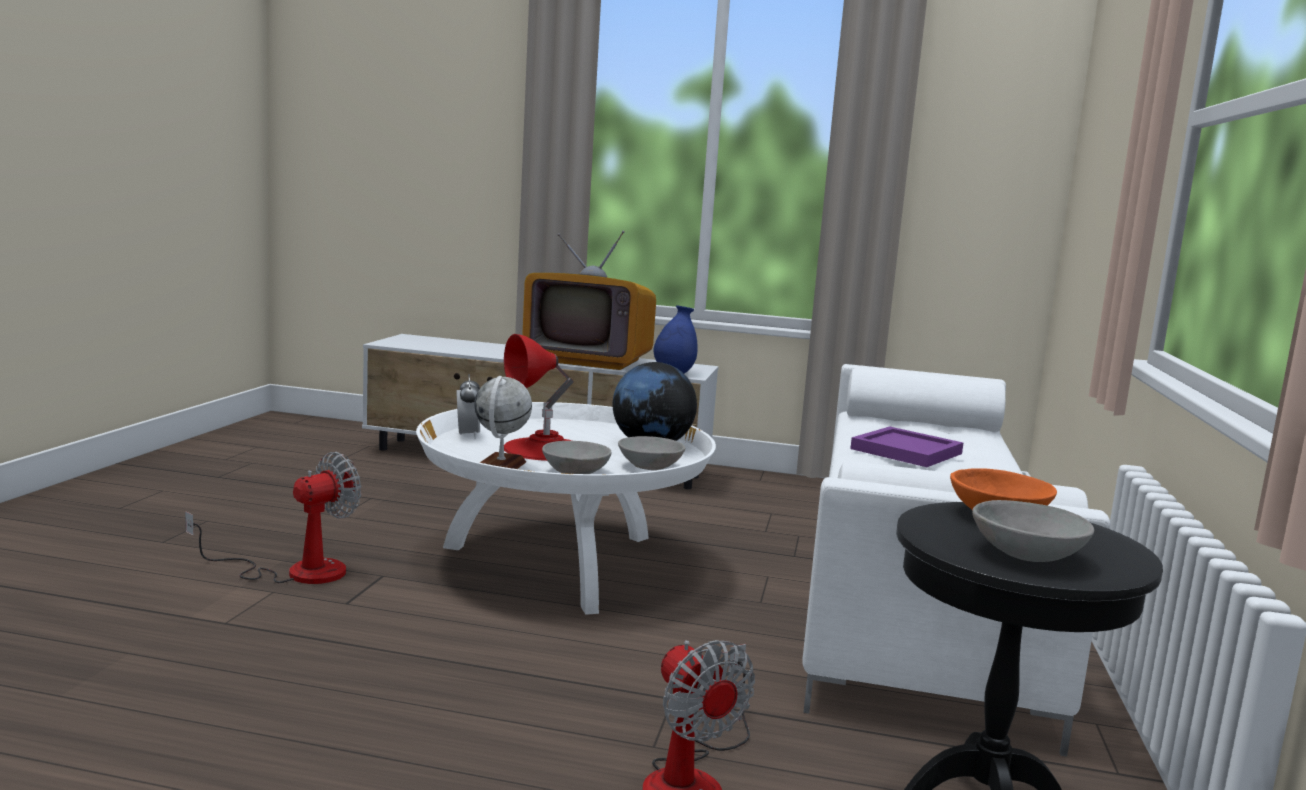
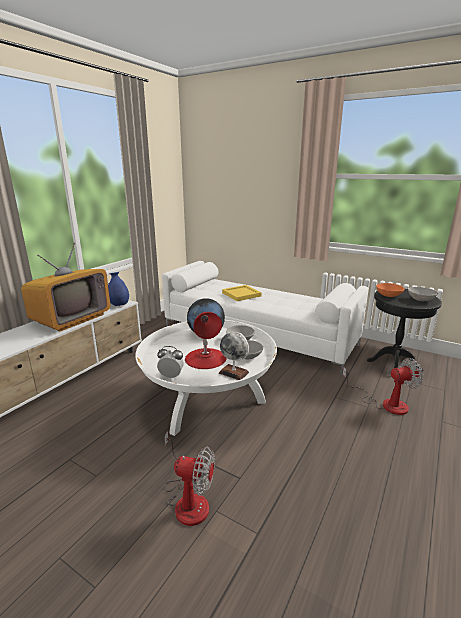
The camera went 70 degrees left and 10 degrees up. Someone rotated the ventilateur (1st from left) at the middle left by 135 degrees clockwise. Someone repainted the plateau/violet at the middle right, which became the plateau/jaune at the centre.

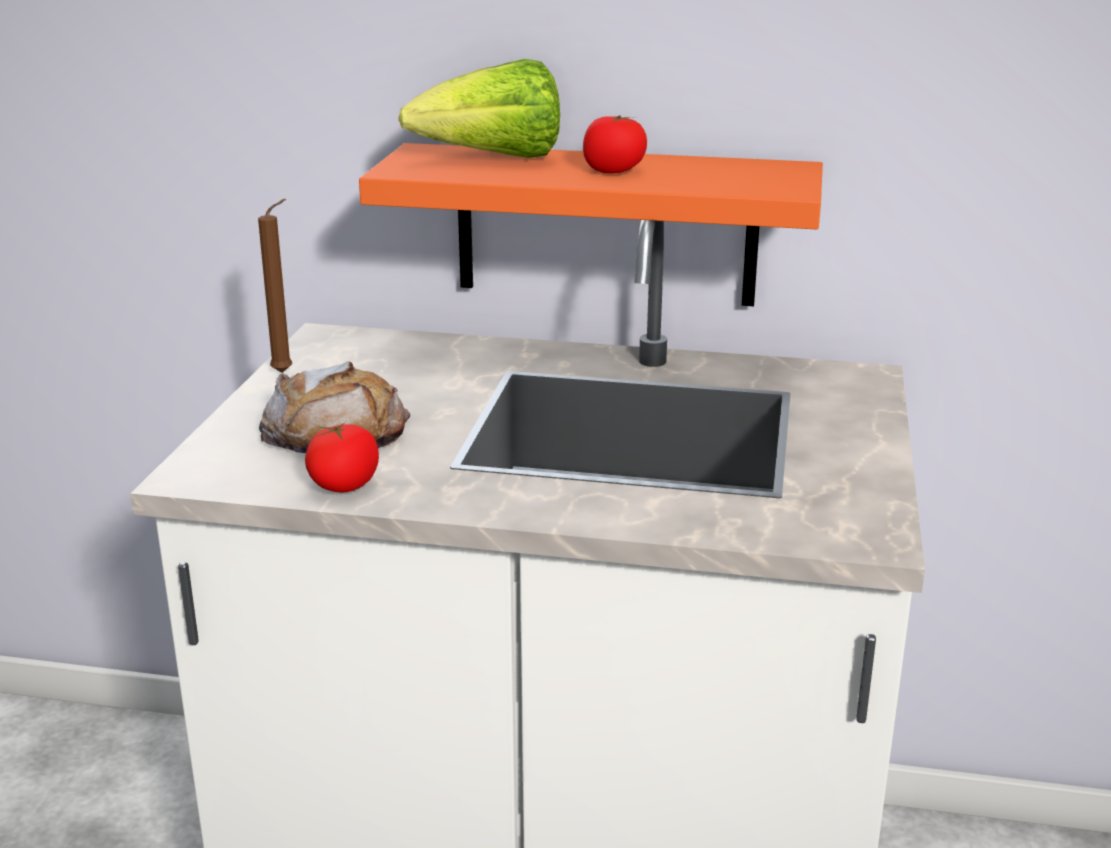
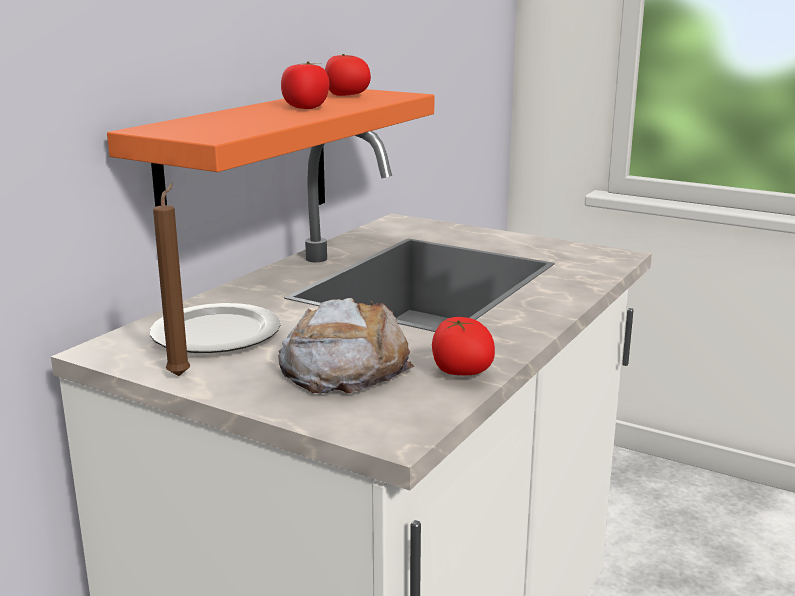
The camera went 70 degrees left and 5 degrees down. Someone put down the assiette at the middle left. Someone put down the tomate (2nd from left) at the top centre. Someone took away the laitue at the top centre.

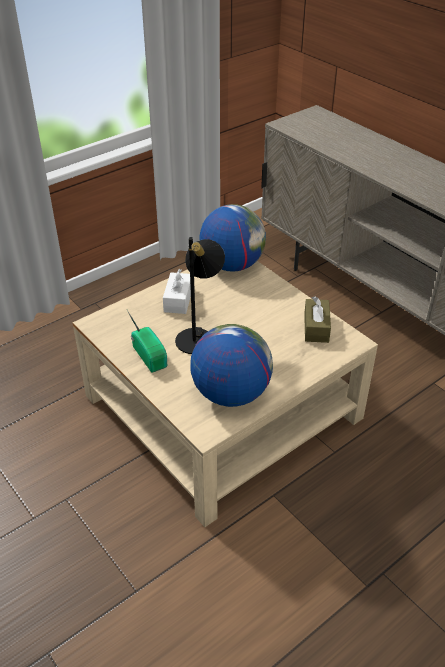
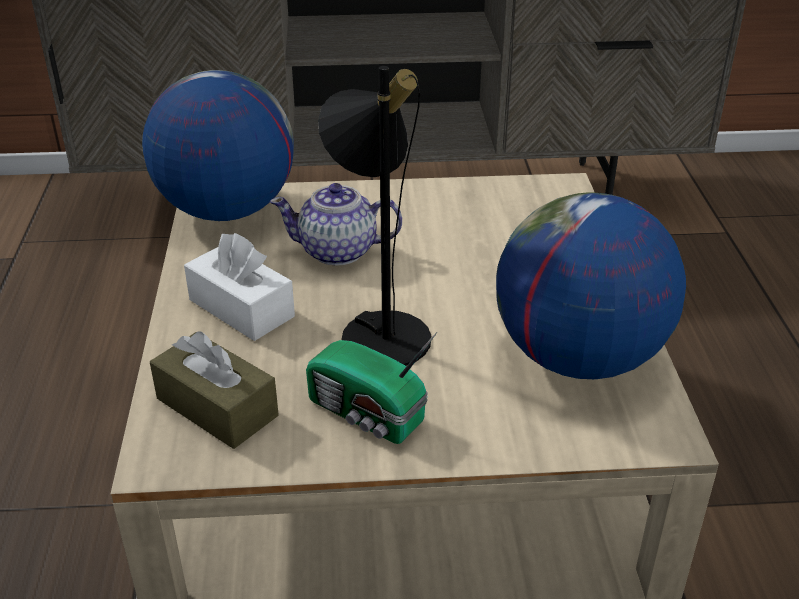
The camera went 55 degrees left and 5 degrees down. Someone carried the boîte à mouchoirs/marron from the middle right to the middle left. Someone put down the théière at the centre. Someone rotated the radio at the middle left by 150 degrees counterclockwise.

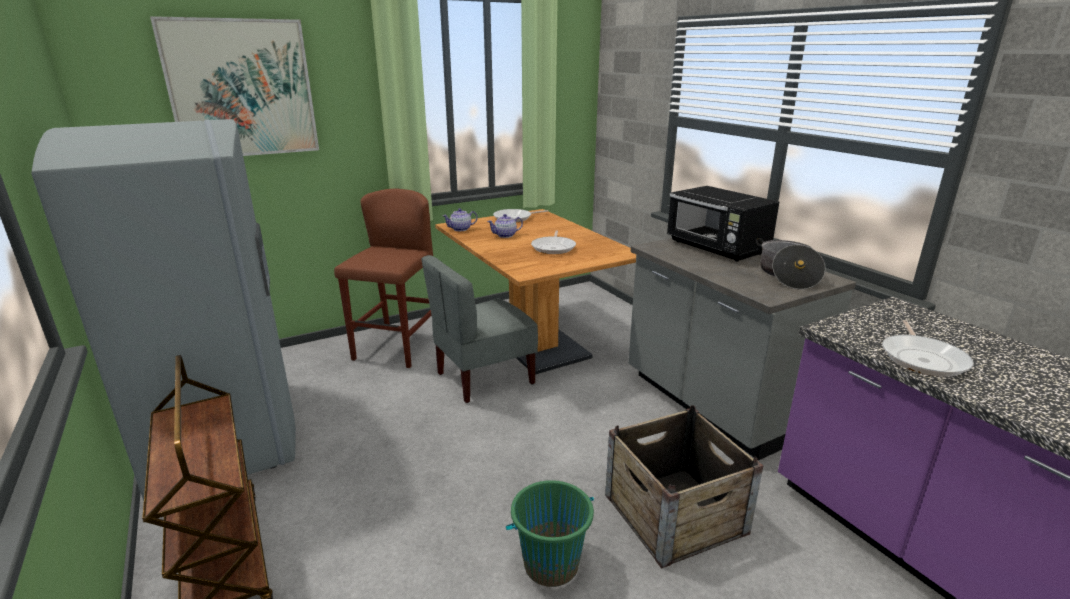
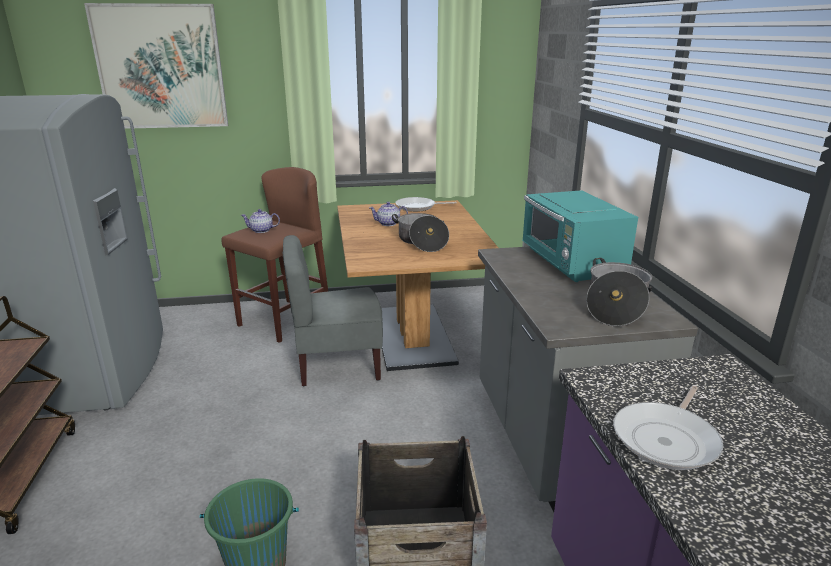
The camera went 20 degrees right and 0 degrees up. Someone carried the théière (1st from left) from the centre to the middle left. Someone swapped the poêle (2nd from left) at the centre for the marmite (1st from left) at the centre. Someone repainted the micro-ondes/noir at the middle right, which became the micro-ondes/turquoise at the middle right.

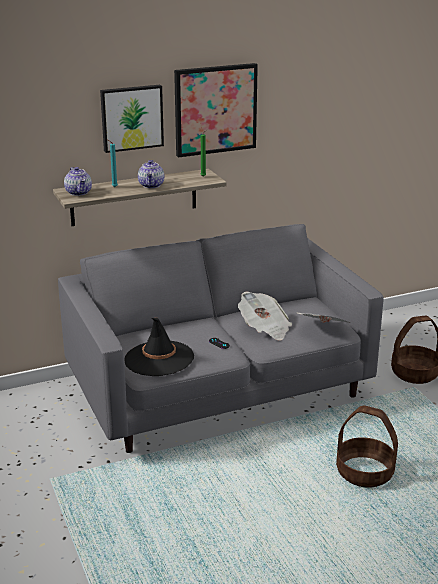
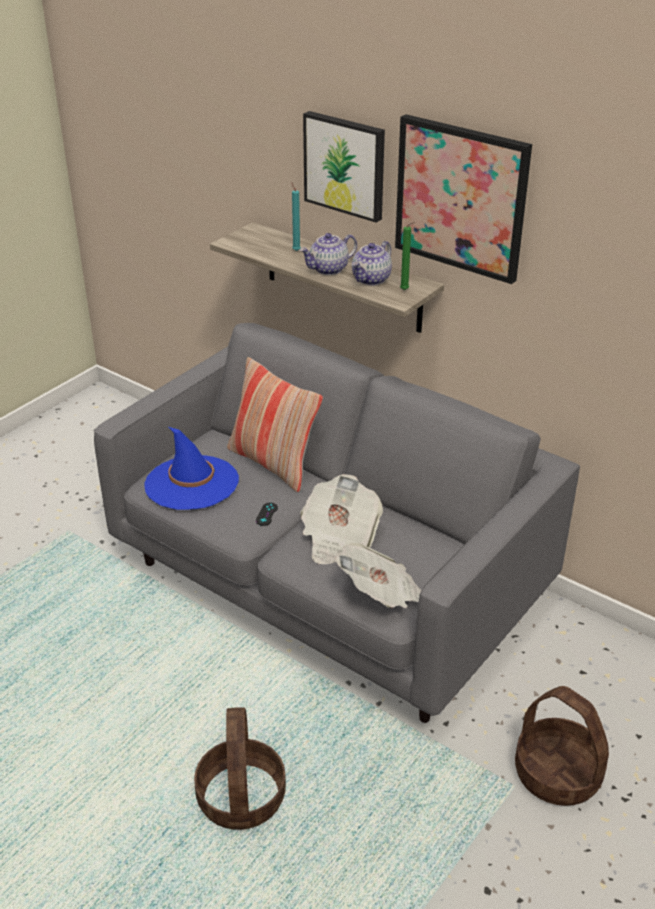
The camera went 60 degrees right and 10 degrees up. Someone repainted the chapeau/noir at the centre, which became the chapeau/bleu at the middle left. Someone put down the coussin at the centre. Someone carried the théière (1st from left in the first image) from the top left to the top centre.

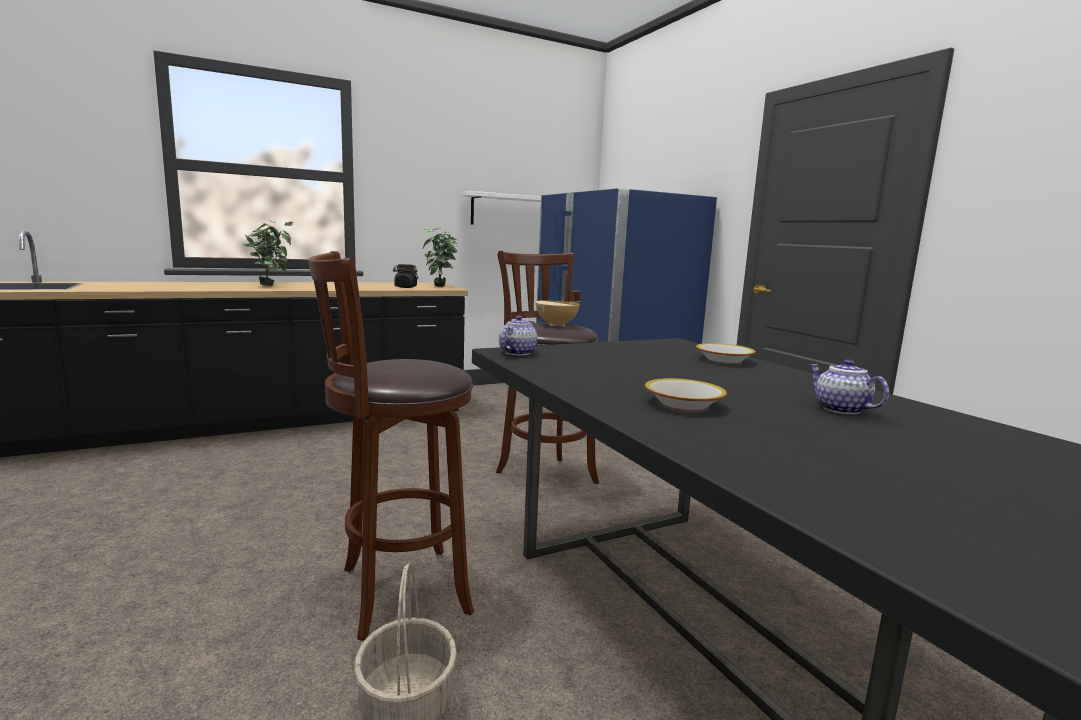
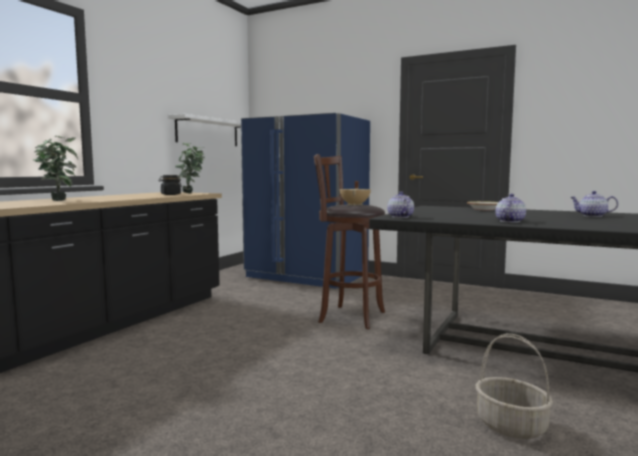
The camera went 35 degrees left and 5 degrees down. Someone put down the théière (2nd from left) at the middle right. Someone took away the tabouret/marron (1st from left) at the centre. Someone took away the bol (1st from left) at the centre.

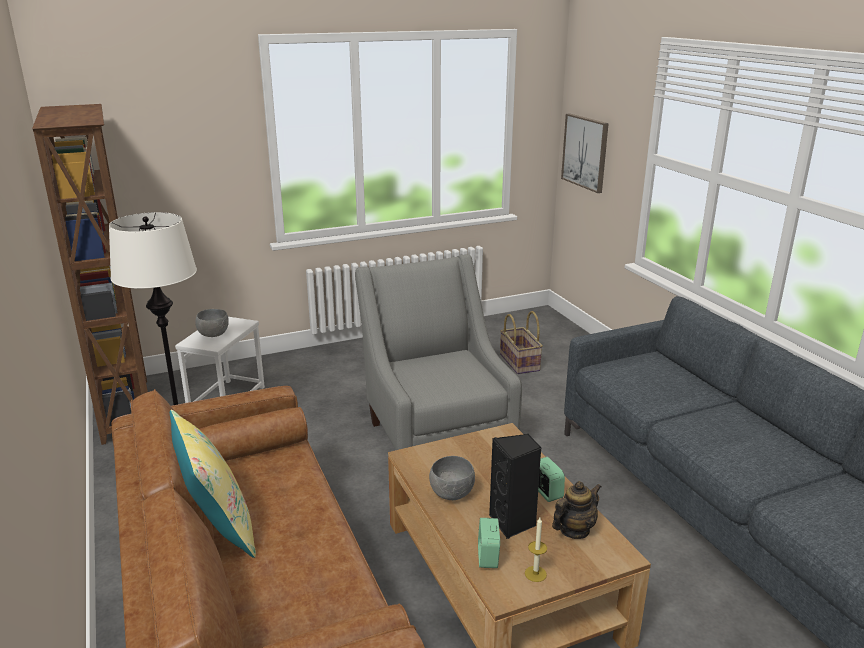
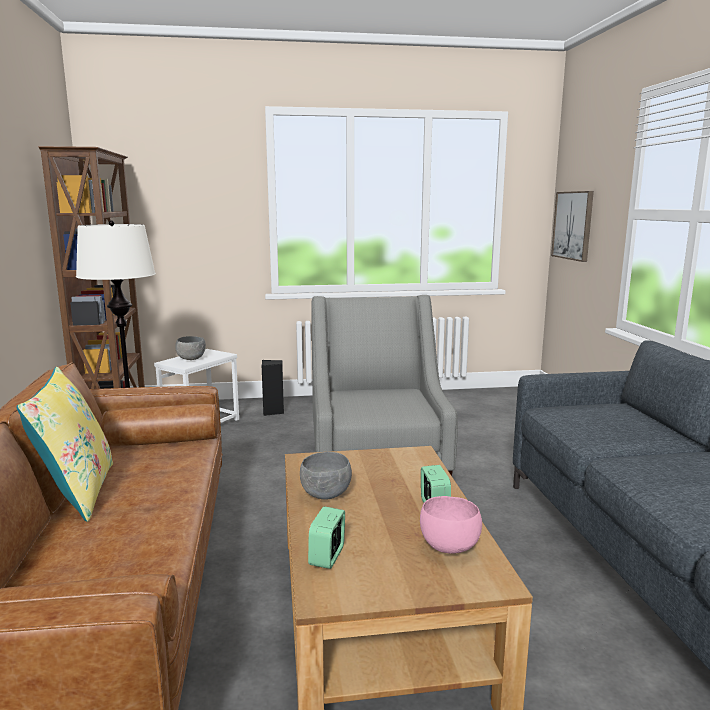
The camera went 15 degrees right and 10 degrees down. Someone carried the enceinte/noir from the bottom centre to the centre. Someone swapped the théière at the bottom right for the bol/rose at the bottom centre. Someone took away the panier at the centre. Someone took away the bougie at the bottom centre.

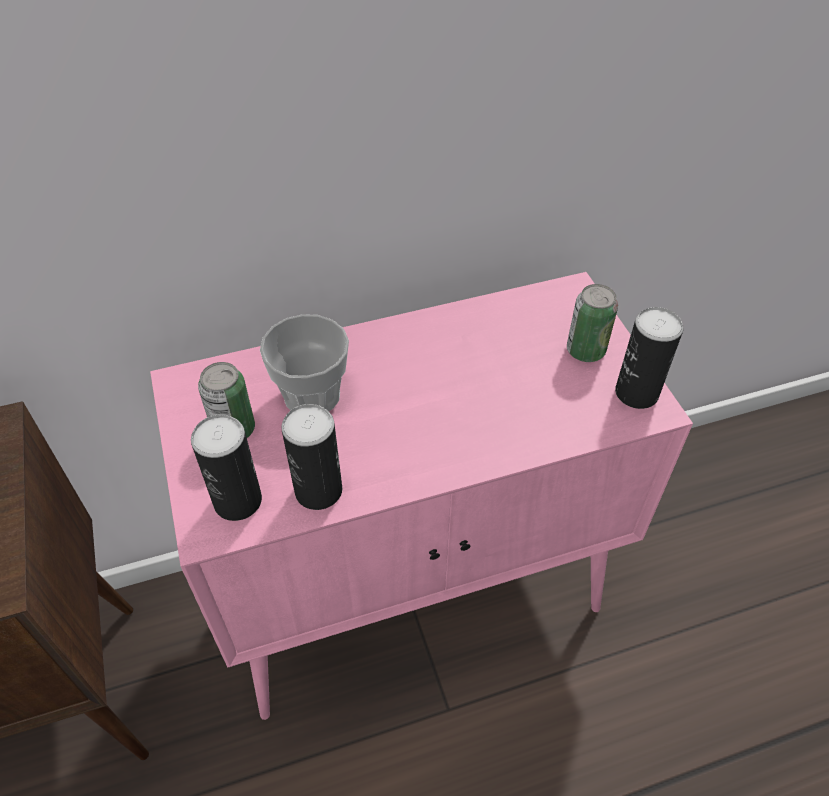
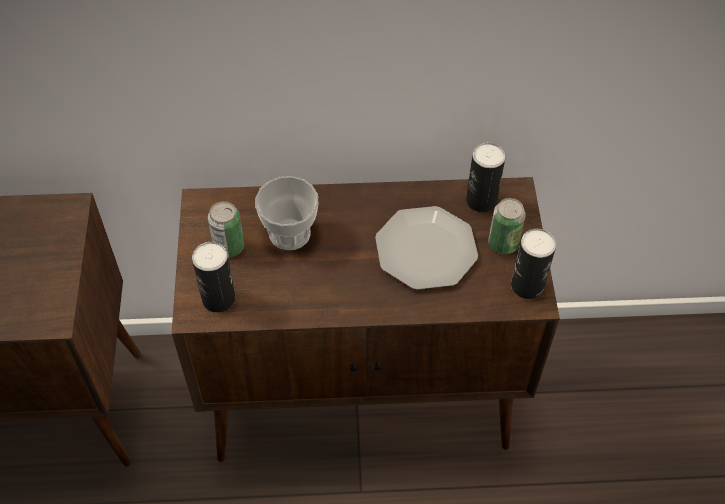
The camera went 15 degrees right and 5 degrees up. Someone repainted the meuble de rangement/rose at the centre, which became the meuble de rangement/marron (2nd from left) at the centre. Someone put down the assiette at the centre. Someone carried the boîte métallique (3rd from left) from the centre to the middle right.

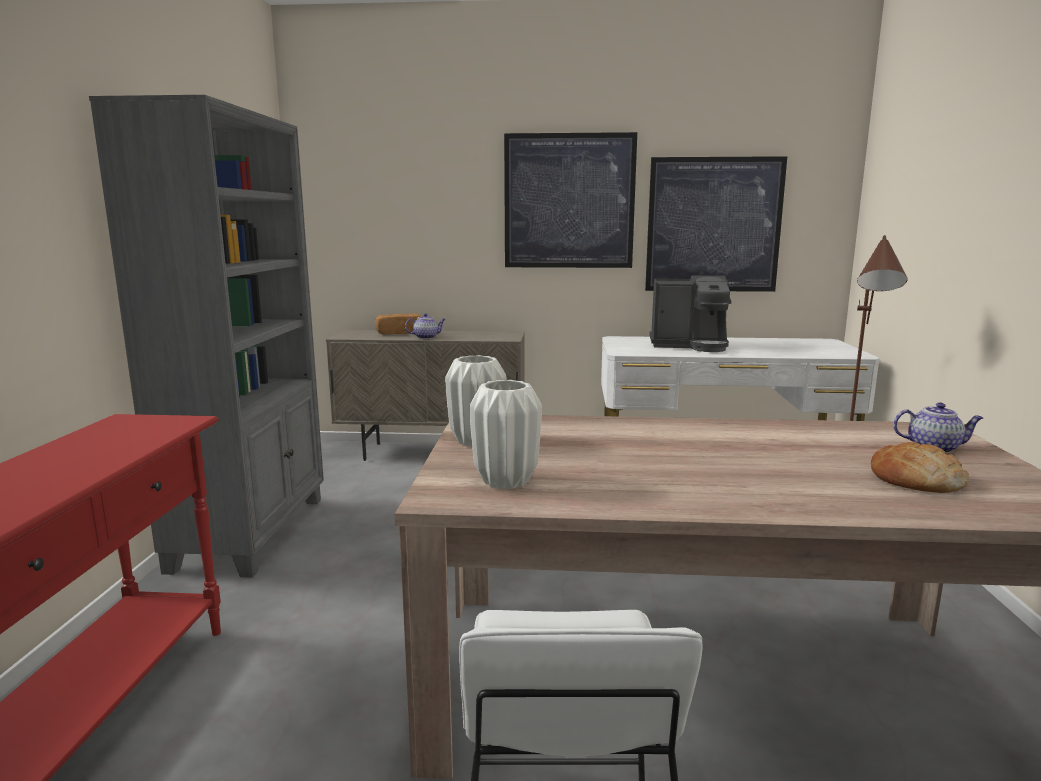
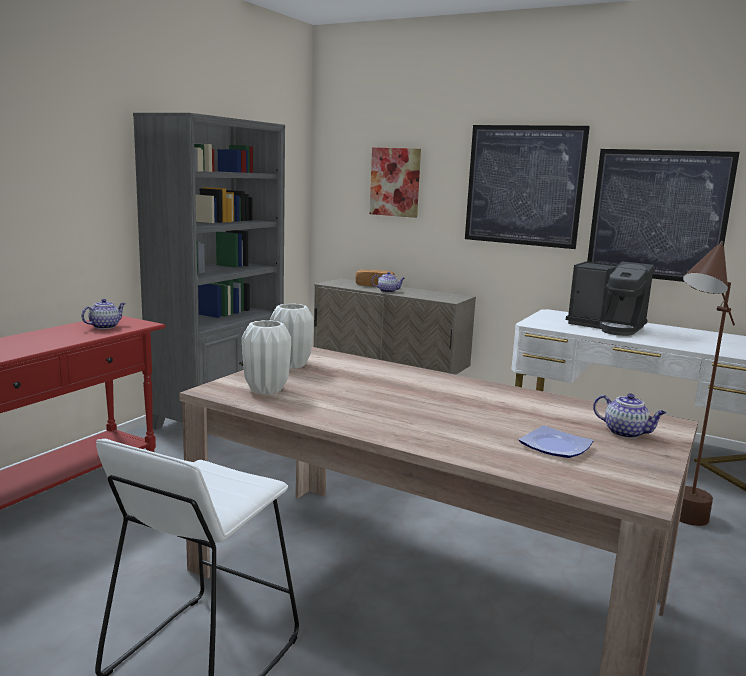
The camera went 25 degrees right and 0 degrees up. Someone put down the théière (1st from left) at the middle left. Someone put up the tableau (1st from left) at the top centre. Someone swapped the pain (2nd from left) at the middle right for the assiette at the middle right.

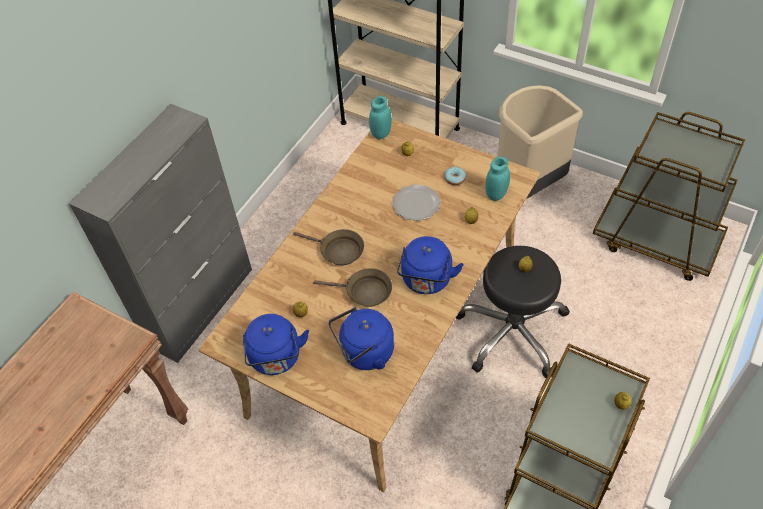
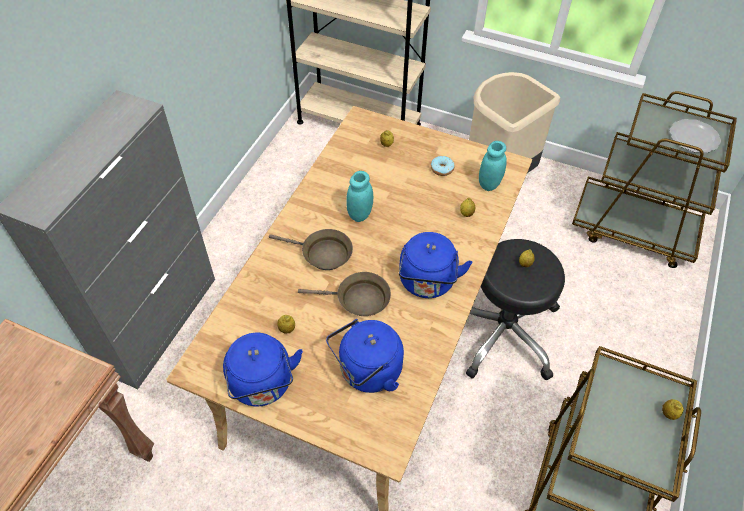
The camera went 10 degrees left and 0 degrees up. Someone carried the bocal/turquoise (1st from left) from the top centre to the centre. Someone carried the assiette from the centre to the top right.

